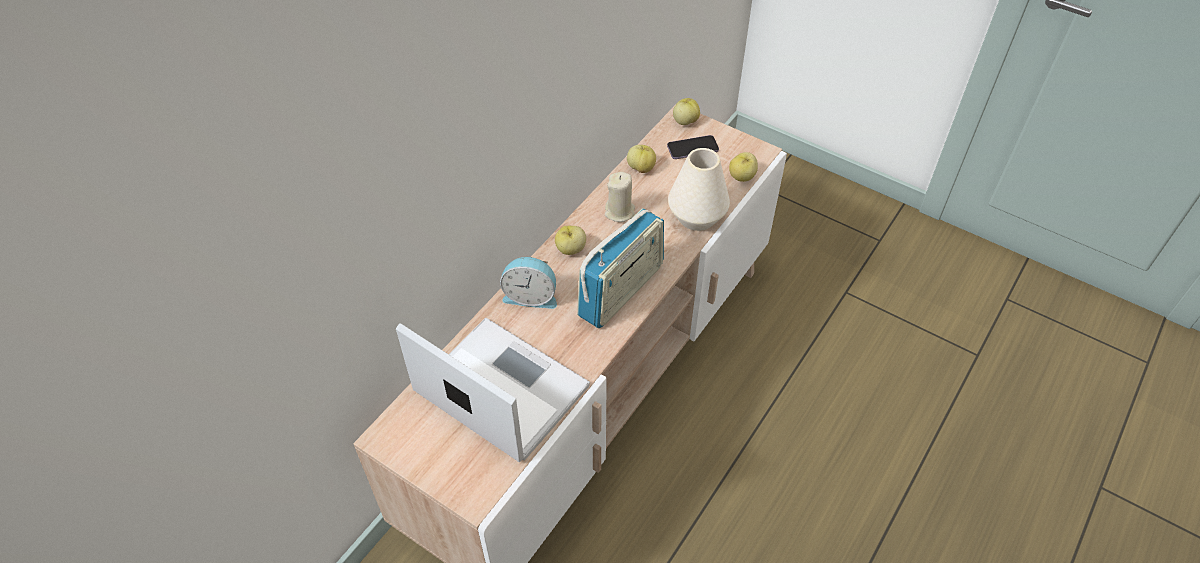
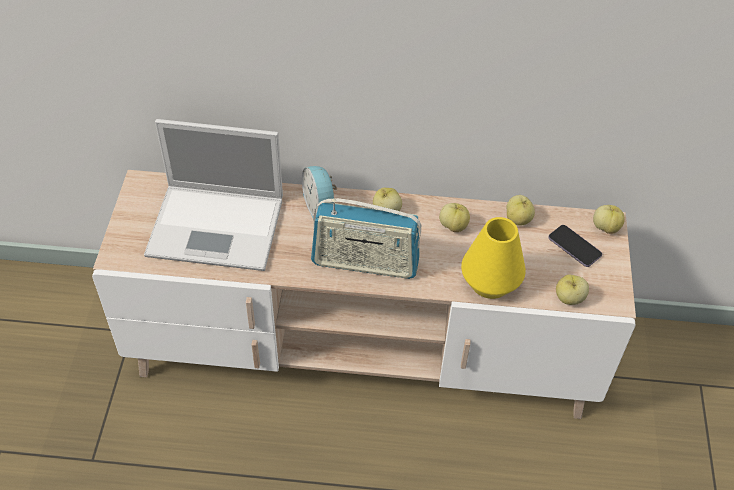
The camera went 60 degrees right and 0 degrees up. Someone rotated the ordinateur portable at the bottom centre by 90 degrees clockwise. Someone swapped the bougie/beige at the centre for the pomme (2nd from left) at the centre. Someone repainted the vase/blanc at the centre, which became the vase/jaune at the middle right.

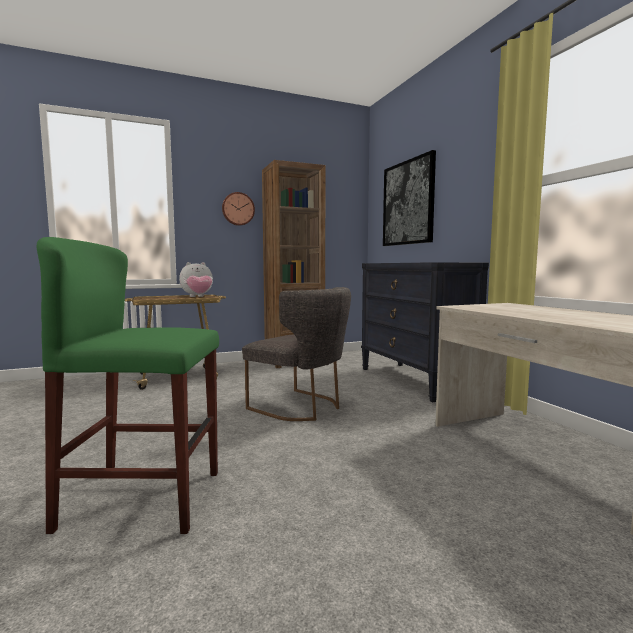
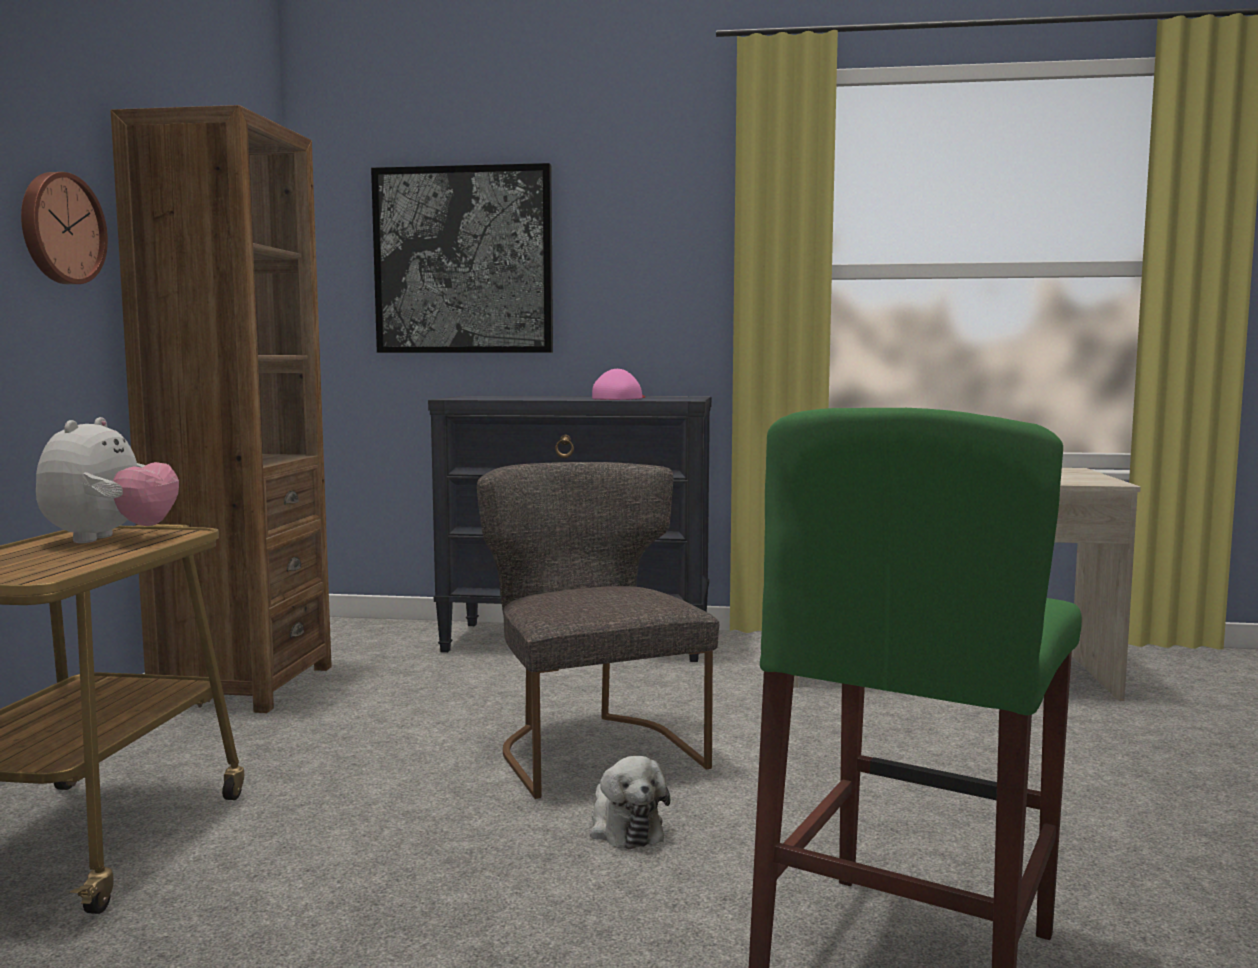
The camera went 60 degrees left and 0 degrees up. Someone rotated the chaise/gris at the centre by 90 degrees counterclockwise. Someone put down the peluche (2nd from left) at the bottom centre. Someone put down the casquette/rose at the centre.

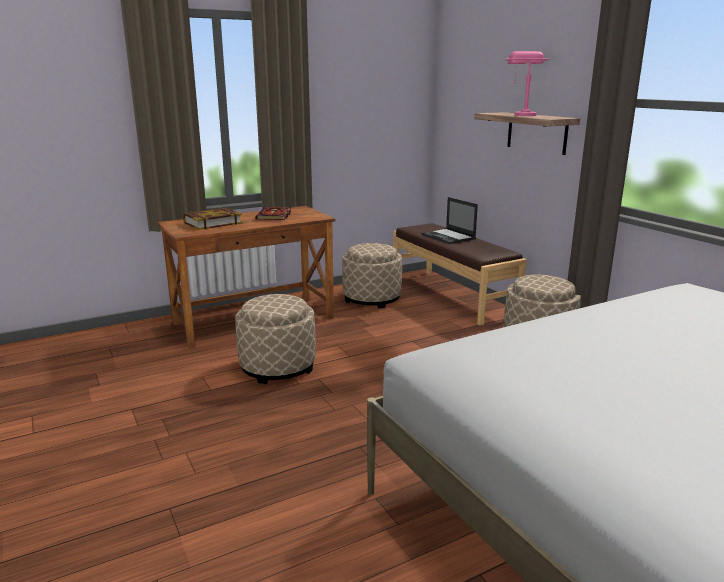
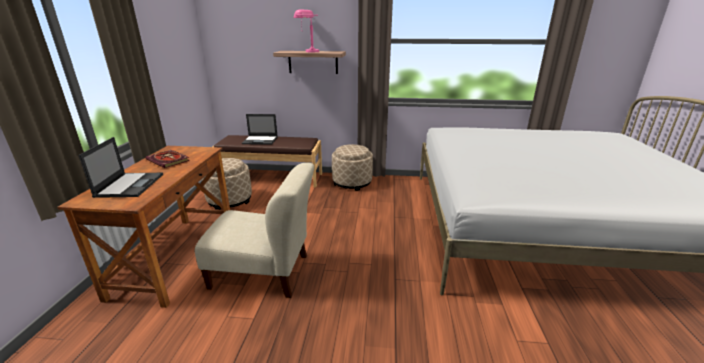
The camera went 55 degrees left and 5 degrees up. Someone swapped the livre (1st from left) at the middle left for the ordinateur portable (1st from left) at the middle left. Someone swapped the pouf/beige (1st from left) at the centre for the chaise/beige at the centre.

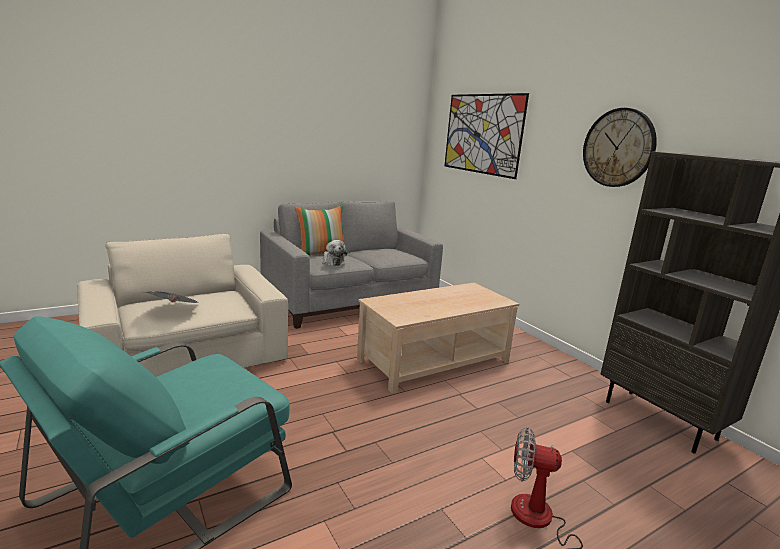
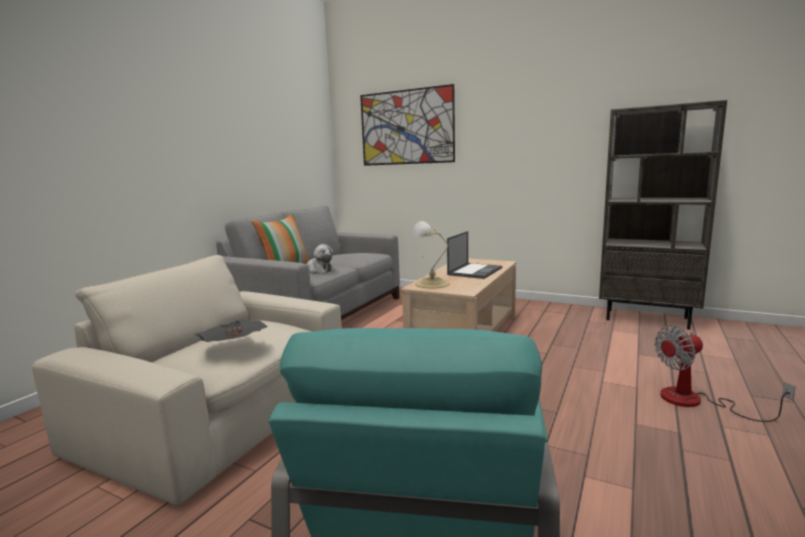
The camera went 30 degrees left and 5 degrees down. Someone put down the lampe de table at the centre. Someone put down the ordinateur portable at the centre. Someone took away the horloge murale at the top right.

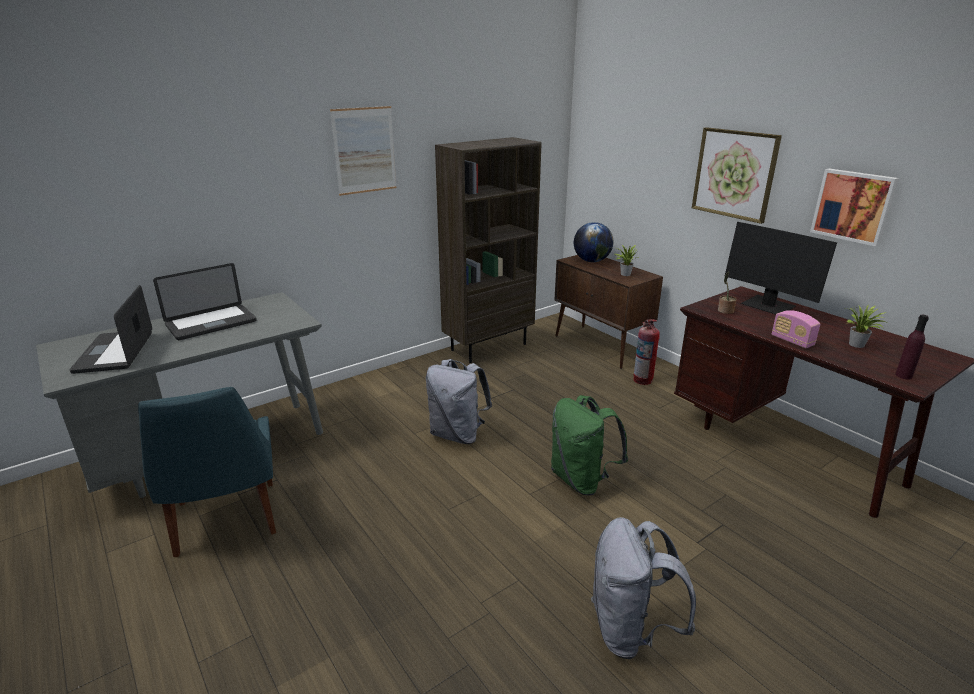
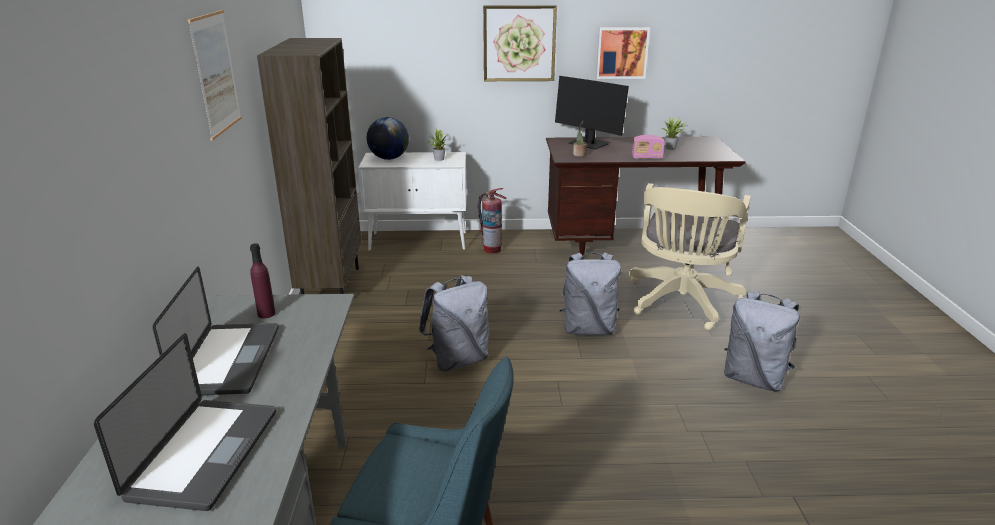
The camera went 55 degrees left and 0 degrees up. Someone rotated the ordinateur portable (1st from left) at the middle left by 105 degrees counterclockwise. Someone carried the bouteille/violet from the middle right to the middle left. Someone repainted the meuble de rangement/marron at the centre, which became the meuble de rangement/blanc at the centre. Someone rotated the écran d'ordinateur at the middle right by 45 degrees clockwise. Someone repainted the sac à dos/vert at the centre, which became the sac à dos/gris (2nd from left) at the centre. Someone put down the chaise de bureau/beige at the middle right.

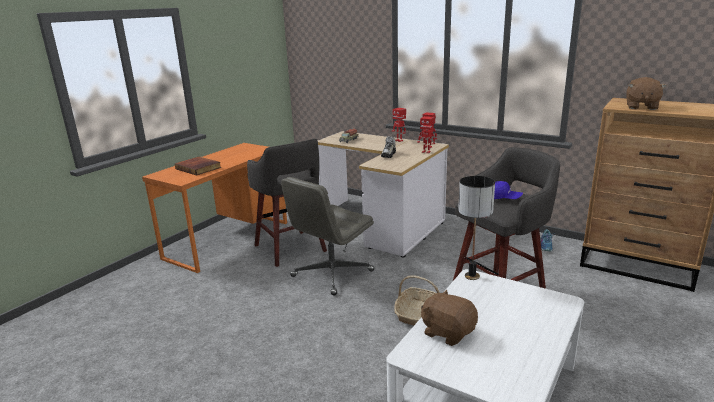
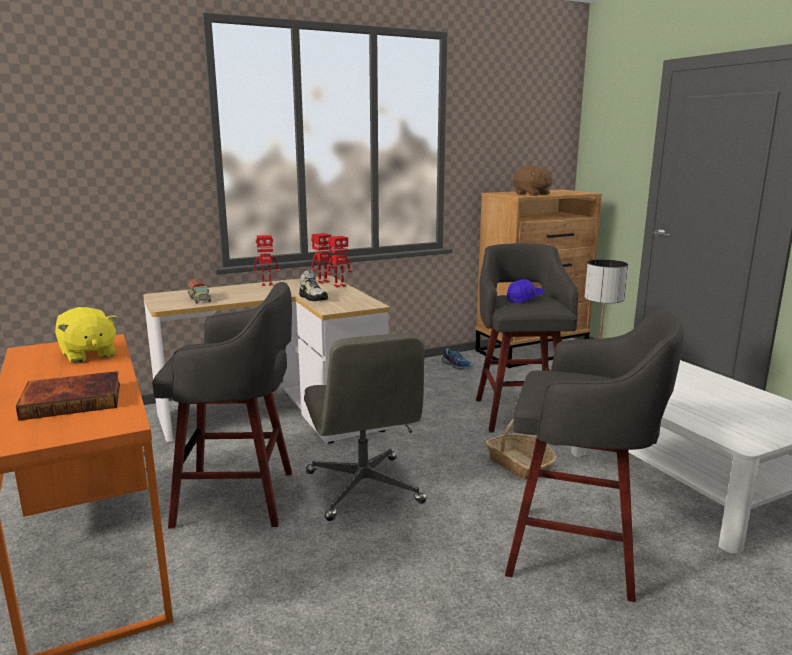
The camera went 60 degrees left and 5 degrees down. Someone put down the peluche/jaune at the middle left. Someone put down the tabouret/gris (3rd from left) at the bottom right. Someone took away the peluche/marron (1st from left) at the bottom centre.

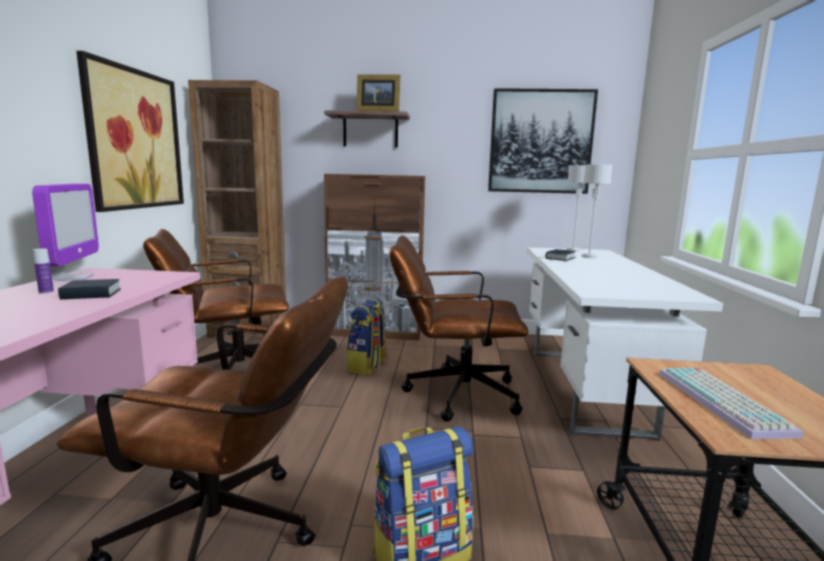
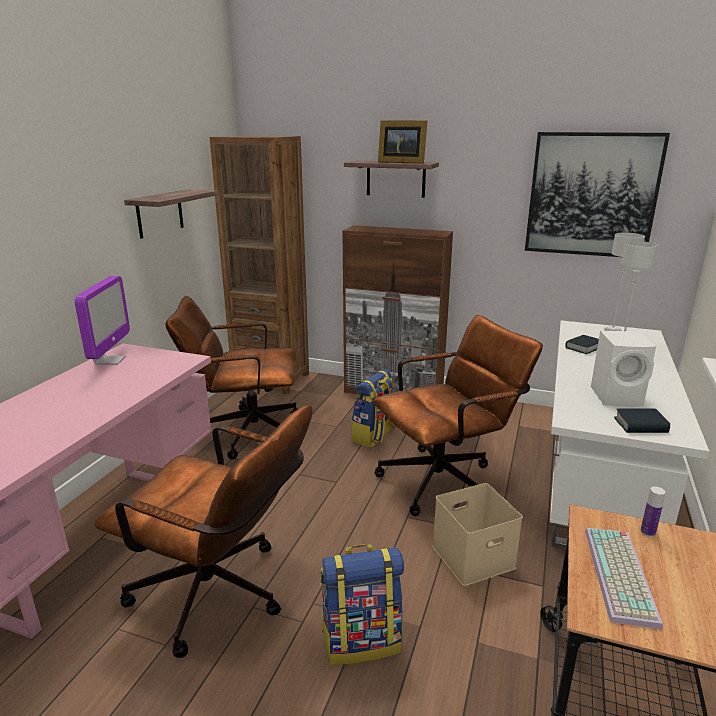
The camera went 15 degrees right and 10 degrees up. Someone swapped the tableau (1st from left) at the top left for the étagère (1st from left) at the top left. Someone rotated the chaise de bureau/marron (3rd from left) at the centre by 135 degrees clockwise. Someone put down the boîte de rangement/beige at the bottom centre. Someone put down the enceinte/blanc at the middle right. Someone carried the livre (1st from left in the first image) from the middle left to the middle right. Someone carried the bouteille from the middle left to the bottom right.

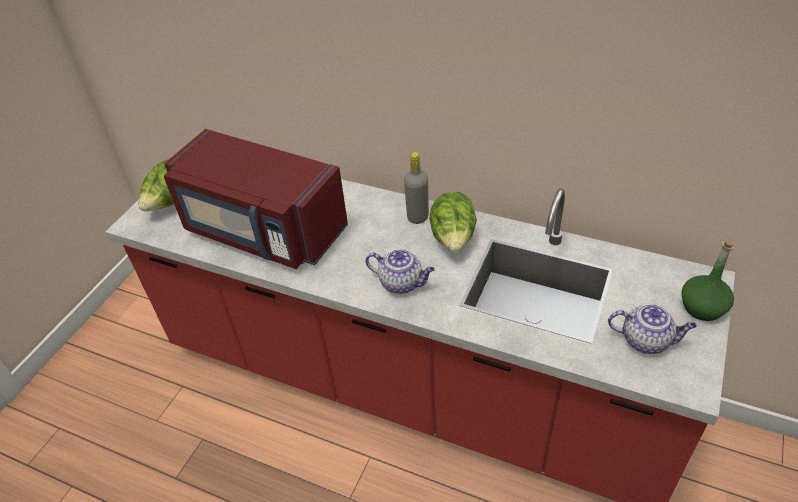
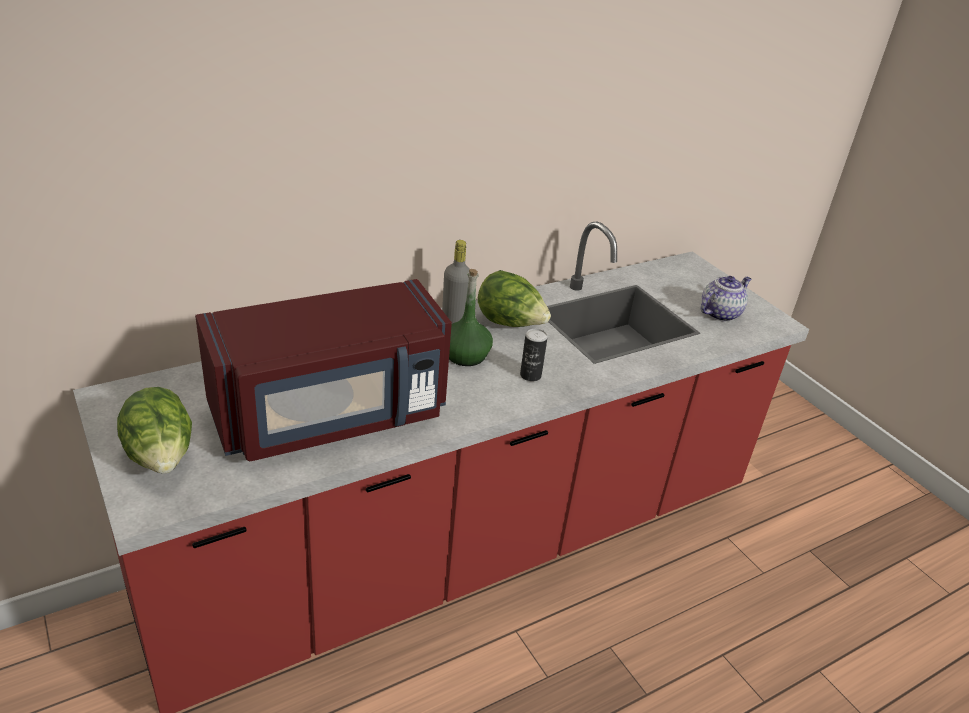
The camera went 60 degrees left and 10 degrees down. Someone carried the bouteille/vert from the middle right to the centre. Someone swapped the théière (1st from left) at the centre for the boîte métallique at the centre.

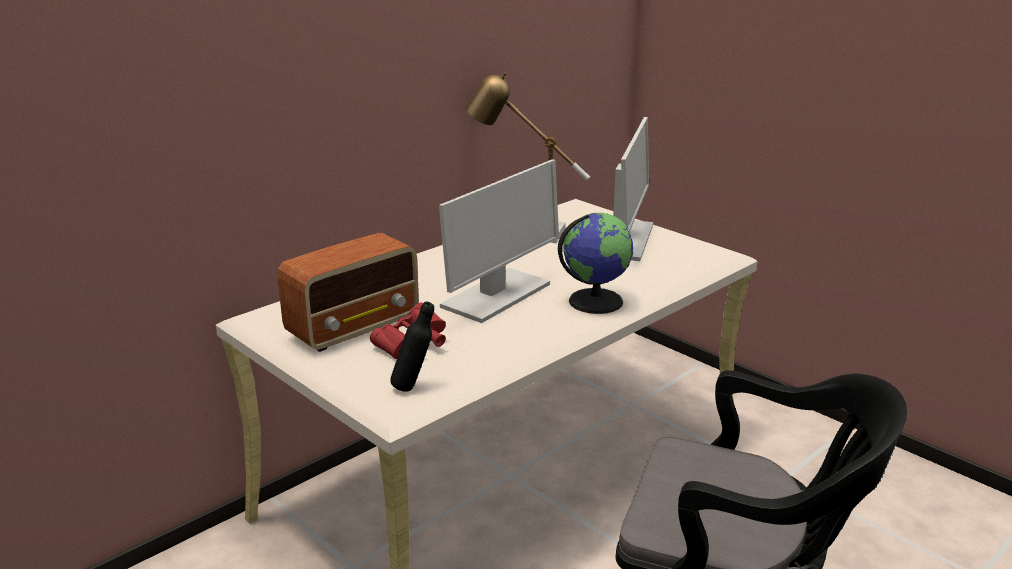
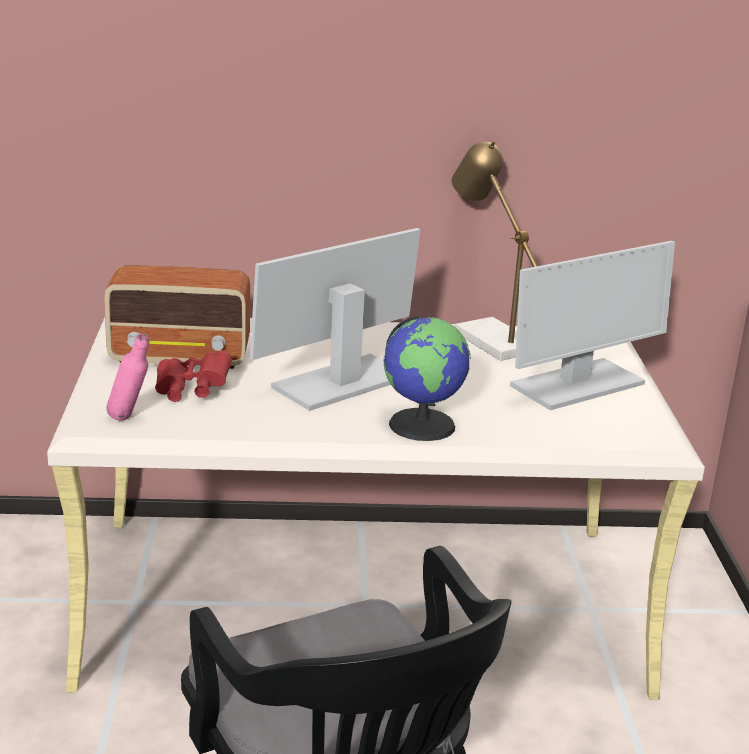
The camera went 40 degrees right and 0 degrees up. Someone repainted the bouteille/noir at the centre, which became the bouteille/rose at the middle left. Someone rotated the écran d'ordinateur (1st from left) at the centre by 150 degrees clockwise.

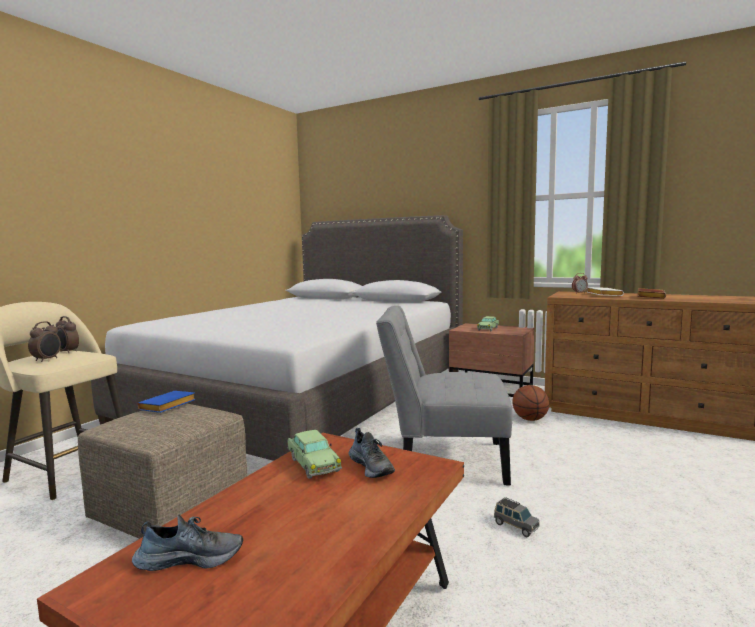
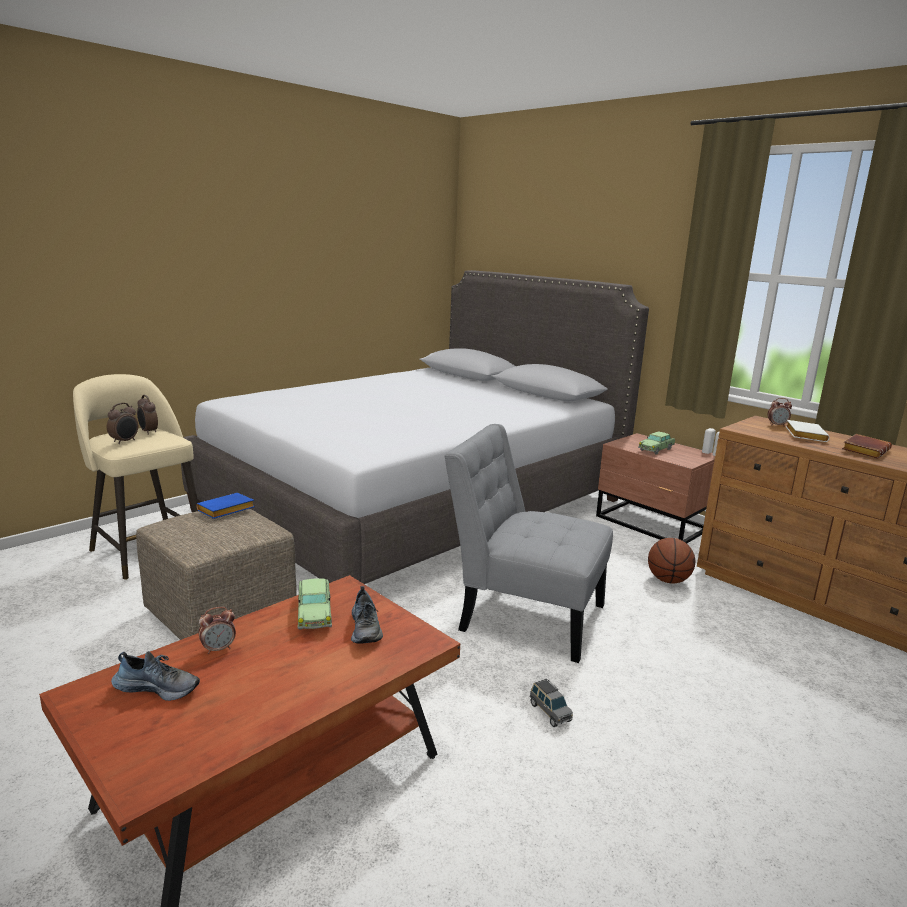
The camera went 15 degrees right and 10 degrees up. Someone put down the réveil (3rd from left) at the bottom left.

